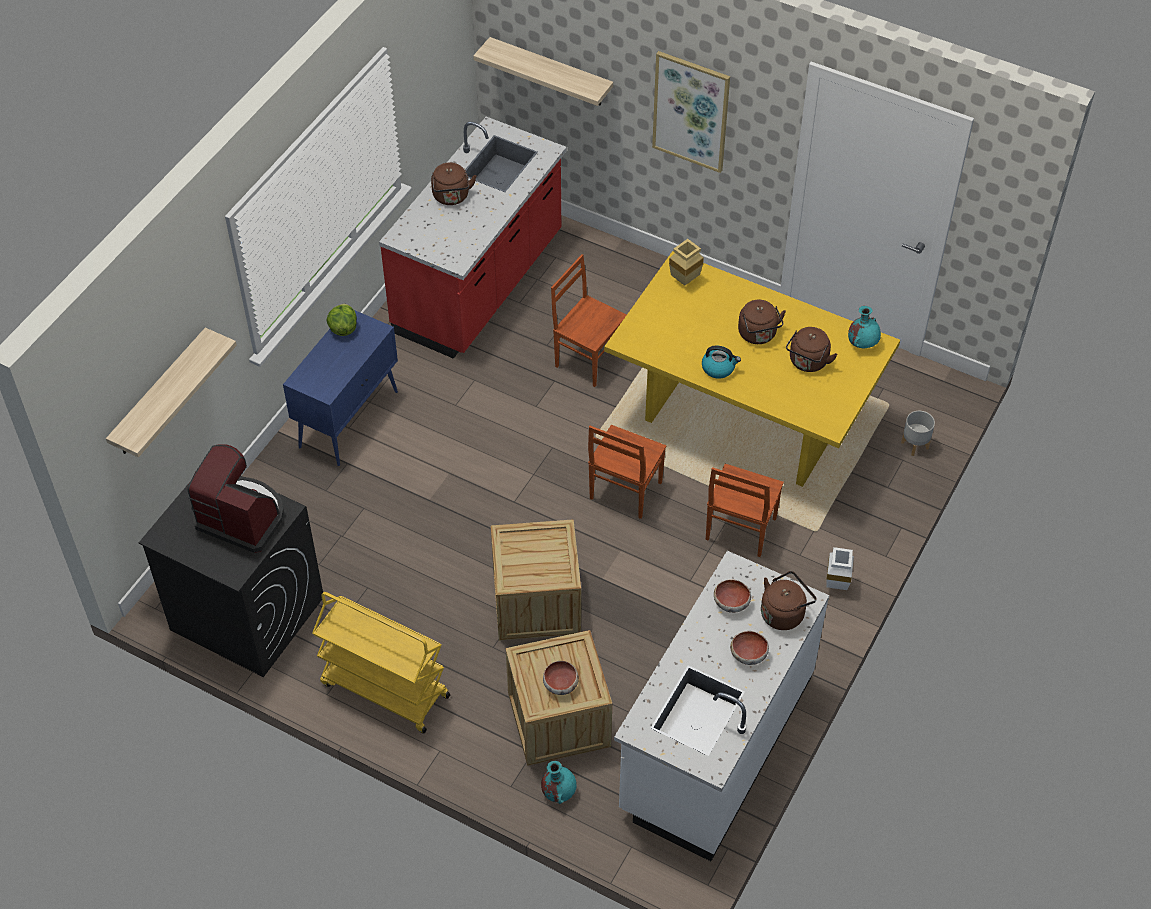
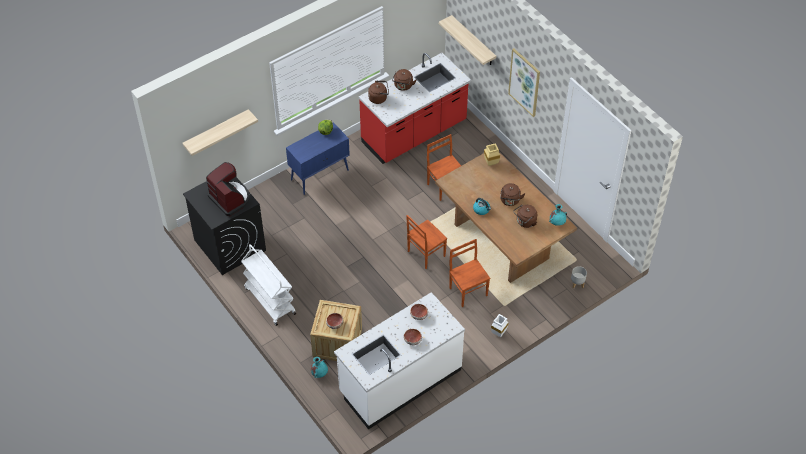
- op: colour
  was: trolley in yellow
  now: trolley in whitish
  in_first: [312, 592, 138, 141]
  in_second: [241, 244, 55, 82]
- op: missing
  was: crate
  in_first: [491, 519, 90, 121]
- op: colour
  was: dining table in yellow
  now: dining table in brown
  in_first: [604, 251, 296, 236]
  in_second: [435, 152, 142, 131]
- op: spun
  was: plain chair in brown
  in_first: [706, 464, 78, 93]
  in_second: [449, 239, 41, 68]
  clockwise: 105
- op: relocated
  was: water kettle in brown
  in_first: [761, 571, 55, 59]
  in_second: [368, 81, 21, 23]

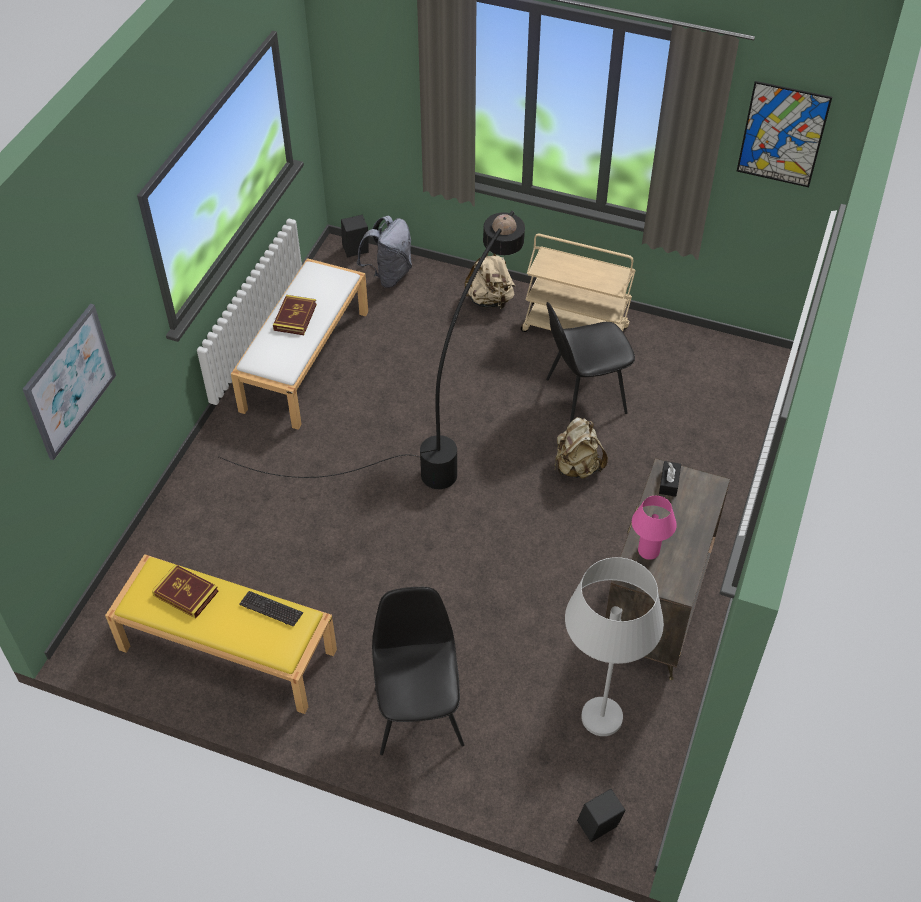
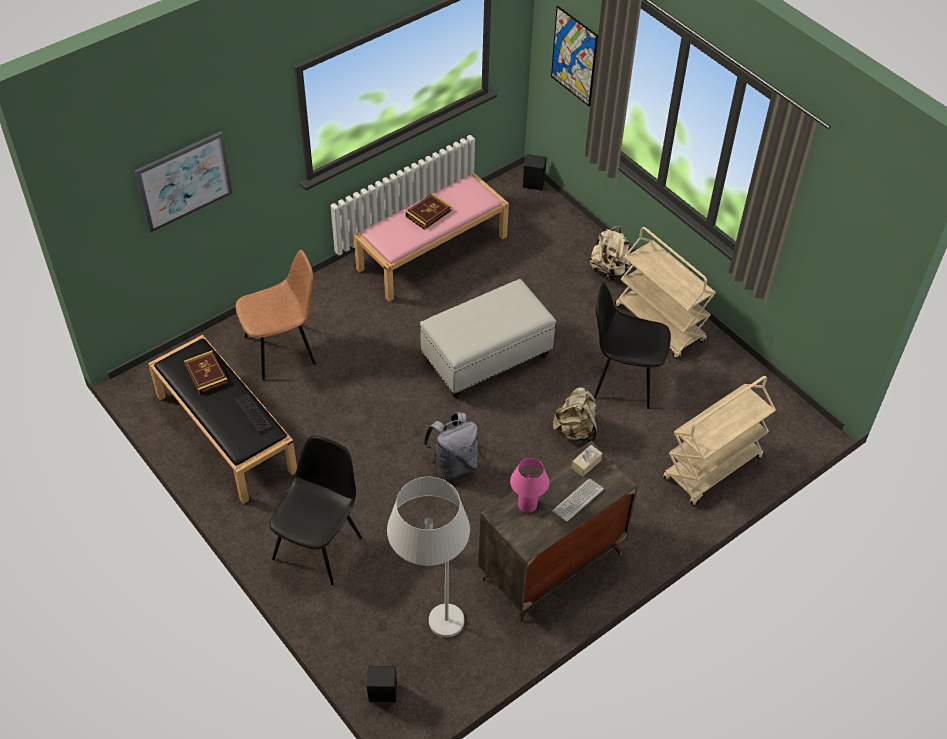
- op: colour
  was: indoor bench in yellow
  now: indoor bench in black-coloured
  in_first: [105, 554, 232, 160]
  in_second: [148, 335, 149, 169]
- op: exchanged
  was: standard lamp in black-coloured
  now: footrest in whitish
  in_first: [218, 211, 307, 278]
  in_second: [420, 279, 136, 119]
- op: colour
  was: indoor bench in whitish
  now: indoor bench in pink-coloured
  in_first: [231, 258, 137, 172]
  in_second: [354, 173, 155, 129]
- op: relocated
  was: backpack in grey
  in_first: [357, 216, 55, 72]
  in_second: [423, 412, 55, 68]
- op: colour
  was: box of tissues in black-coloured
  now: box of tissues in beige-coloured
  in_first: [659, 461, 22, 36]
  in_second: [572, 445, 30, 32]
- op: relocated
  was: picture
  in_first: [737, 81, 95, 106]
  in_second: [551, 6, 47, 101]
- op: appeared
  now: plain chair in brown
  in_second: [236, 250, 80, 130]
- op: appeared
  now: computer keyboard
  in_second: [552, 478, 52, 44]
- op: appeared
  now: trolley in beige-coloured
  in_second: [663, 376, 113, 130]

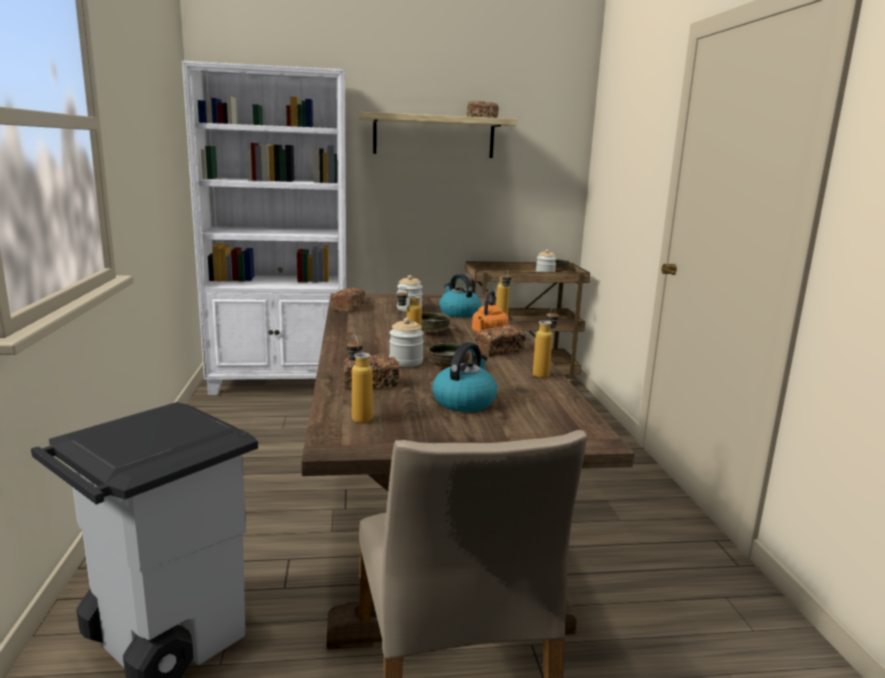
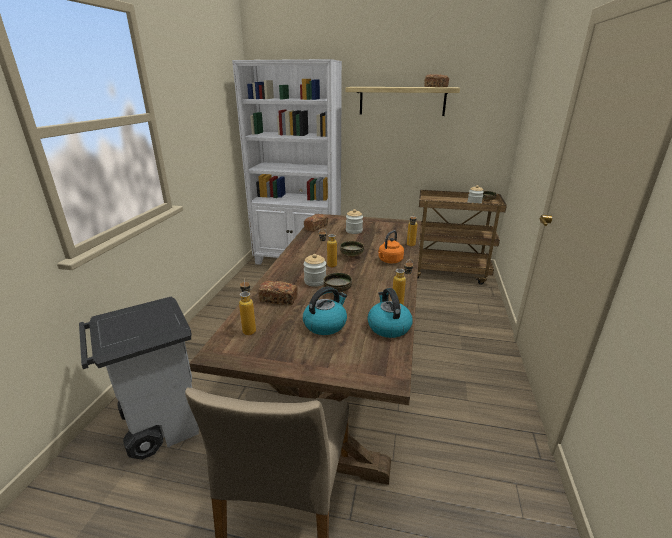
- op: relocated
  was: water kettle
  in_first: [439, 274, 42, 44]
  in_second: [367, 288, 46, 50]
- op: missing
  was: bread
  in_first: [475, 325, 51, 32]

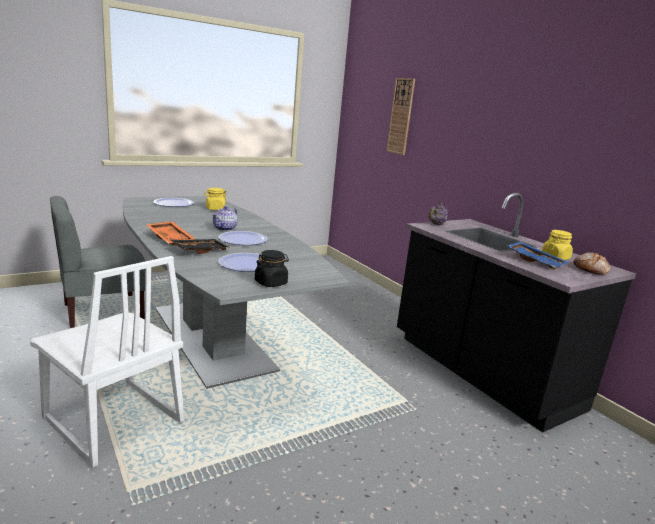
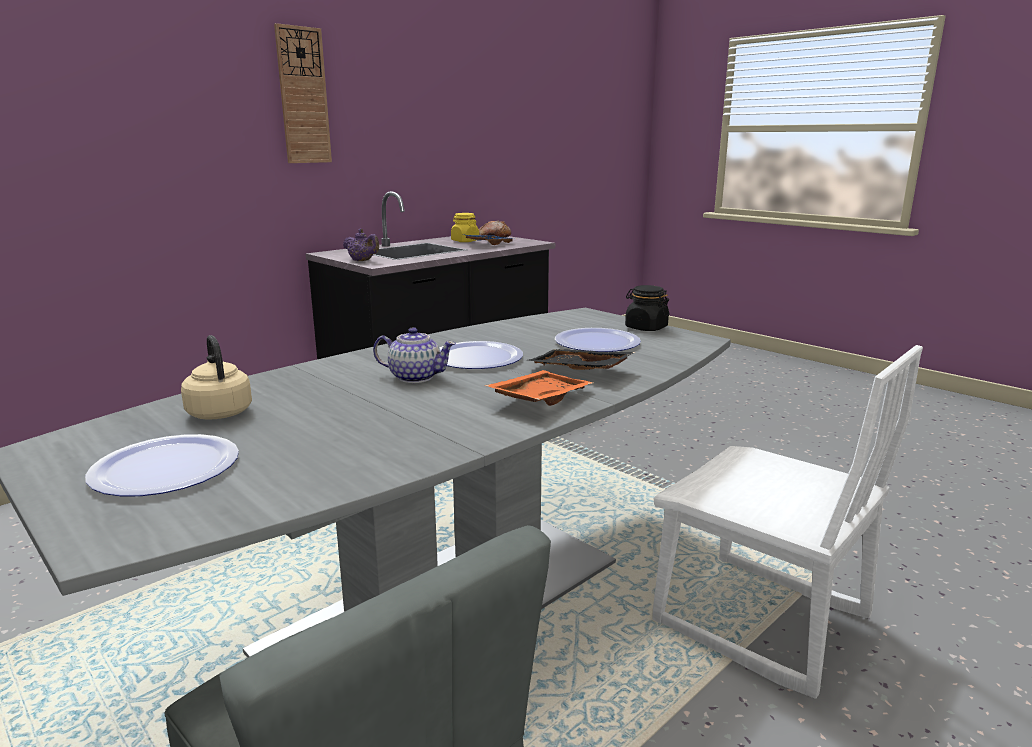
- op: spun
  was: plain chair in whitish
  in_first: [30, 256, 154, 212]
  in_second: [652, 345, 271, 354]
  clockwise: 105
- op: exchanged
  was: preserve jar in yellow
  now: water kettle in beige-coloured
  in_first: [204, 188, 23, 22]
  in_second: [181, 335, 71, 85]
- op: relocated
  was: hanging clock
  in_first: [387, 78, 28, 77]
  in_second: [274, 23, 58, 140]

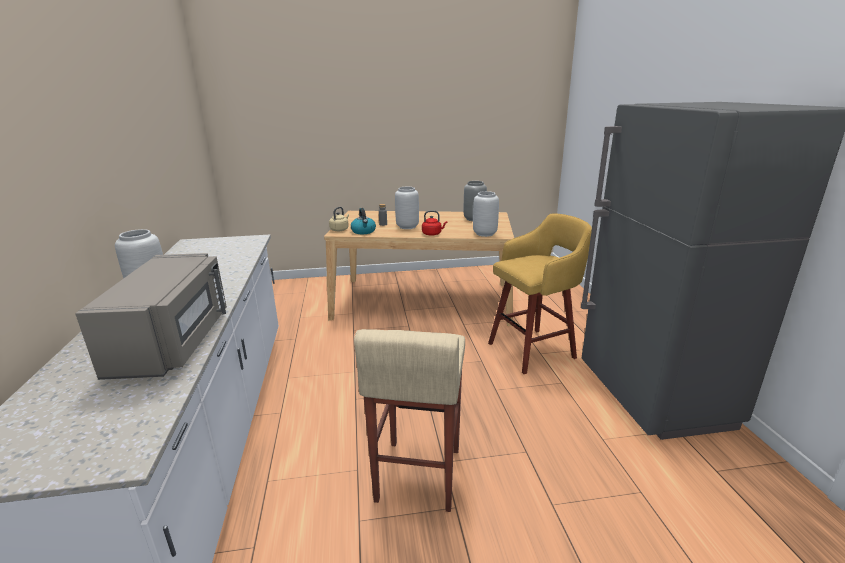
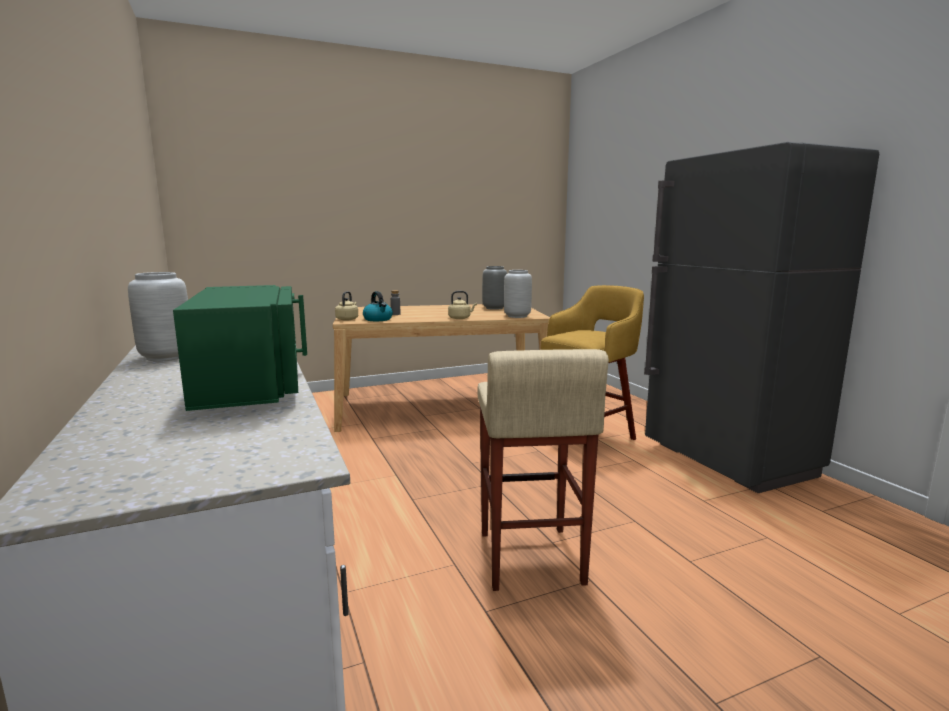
- op: colour
  was: kitchen microwave in grey
  now: kitchen microwave in green-coloured
  in_first: [75, 253, 152, 127]
  in_second: [173, 285, 134, 126]
- op: missing
  was: flower vase in grey
  in_first: [395, 187, 24, 42]
- op: colour
  was: water kettle in red
  now: water kettle in beige-coloured
  in_first: [422, 210, 25, 26]
  in_second: [448, 291, 29, 28]

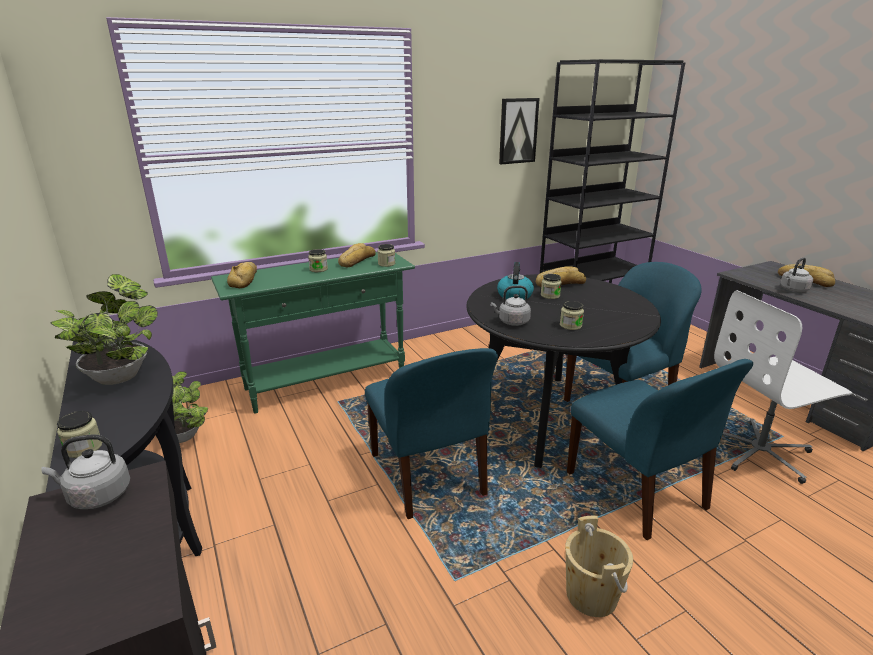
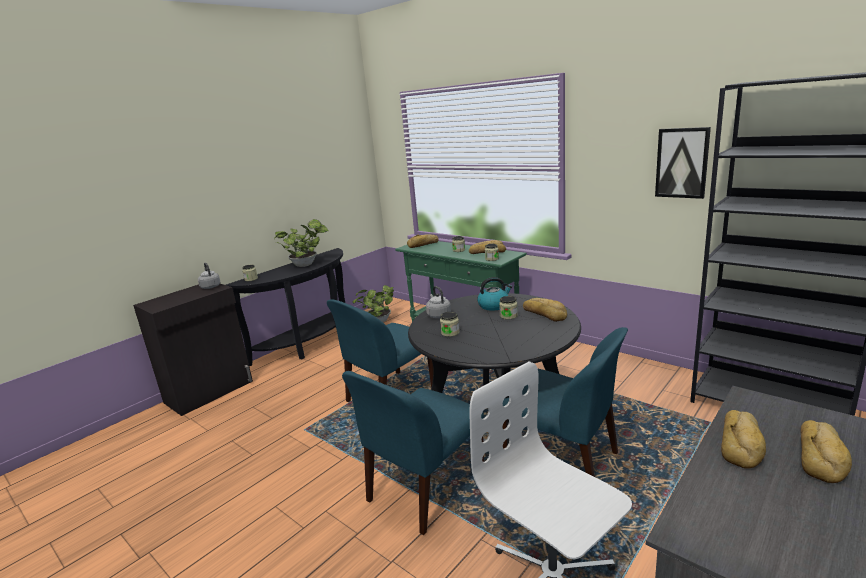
- op: missing
  was: bucket in beige-coloured
  in_first: [565, 516, 68, 101]
- op: exchanged
  was: water kettle in grey
  now: bread
  in_first: [781, 257, 32, 35]
  in_second: [721, 410, 45, 59]

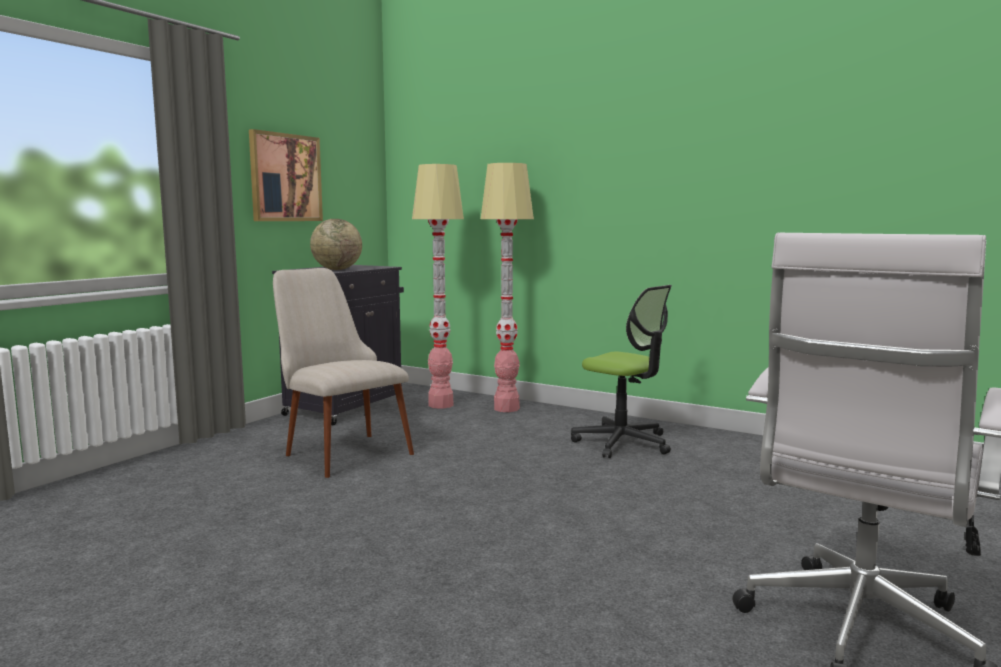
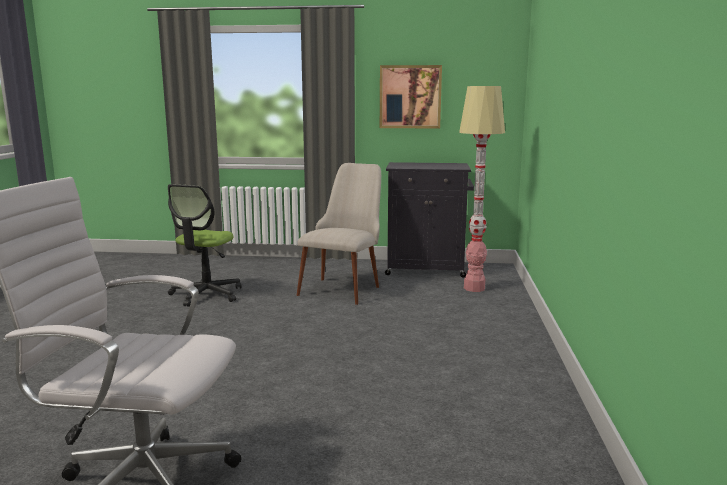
- op: missing
  was: globe
  in_first: [310, 219, 52, 51]
- op: missing
  was: standard lamp
  in_first: [481, 163, 53, 249]
- op: relocated
  was: office chair
  in_first: [571, 285, 101, 173]
  in_second: [168, 184, 73, 123]

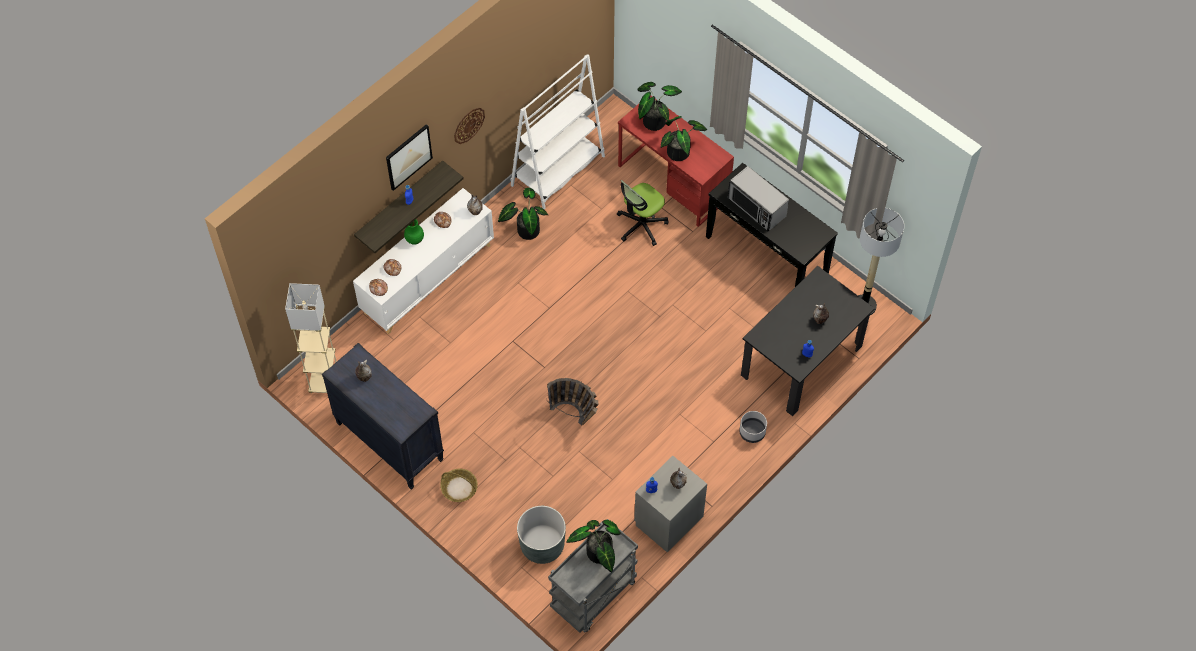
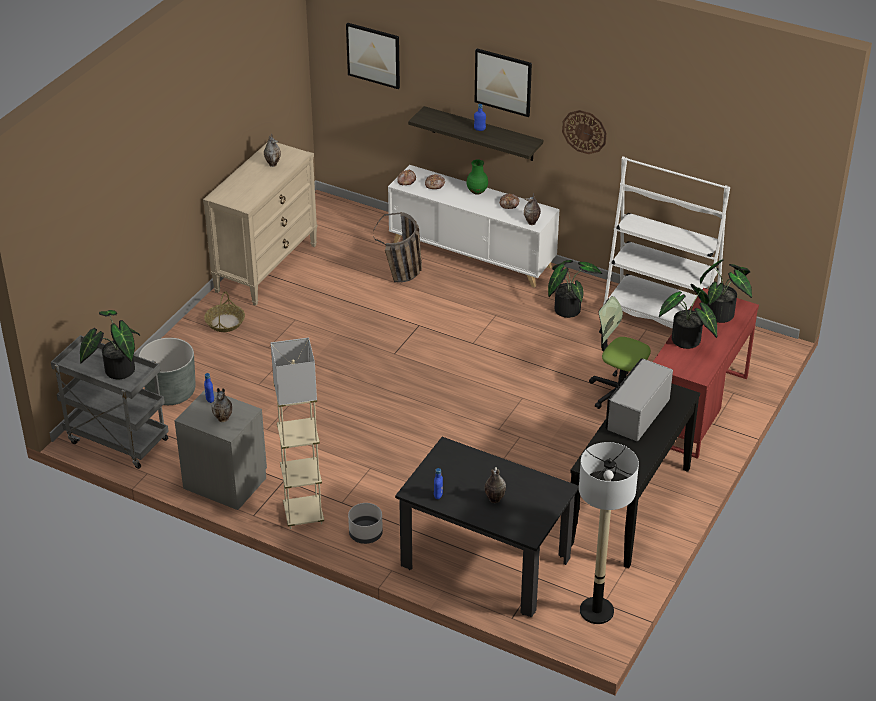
- op: relocated
  was: standard lamp in beige-coloured
  in_first: [285, 283, 52, 110]
  in_second: [271, 338, 53, 191]
- op: colour
  was: drawer chest in black-coloured
  now: drawer chest in beige-coloured
  in_first: [322, 343, 122, 147]
  in_second: [203, 143, 115, 163]
- op: relocated
  was: storage basket
  in_first: [547, 378, 52, 47]
  in_second: [373, 212, 49, 70]
- op: appeared
  now: picture
  in_second: [346, 23, 54, 66]

